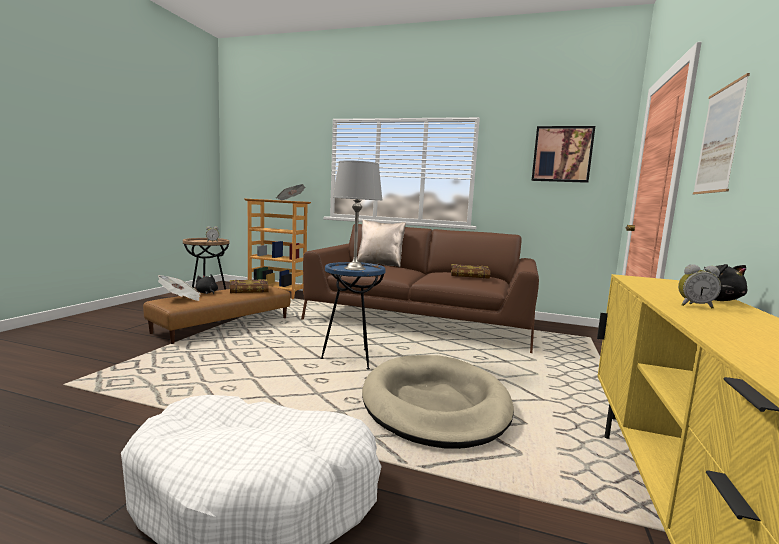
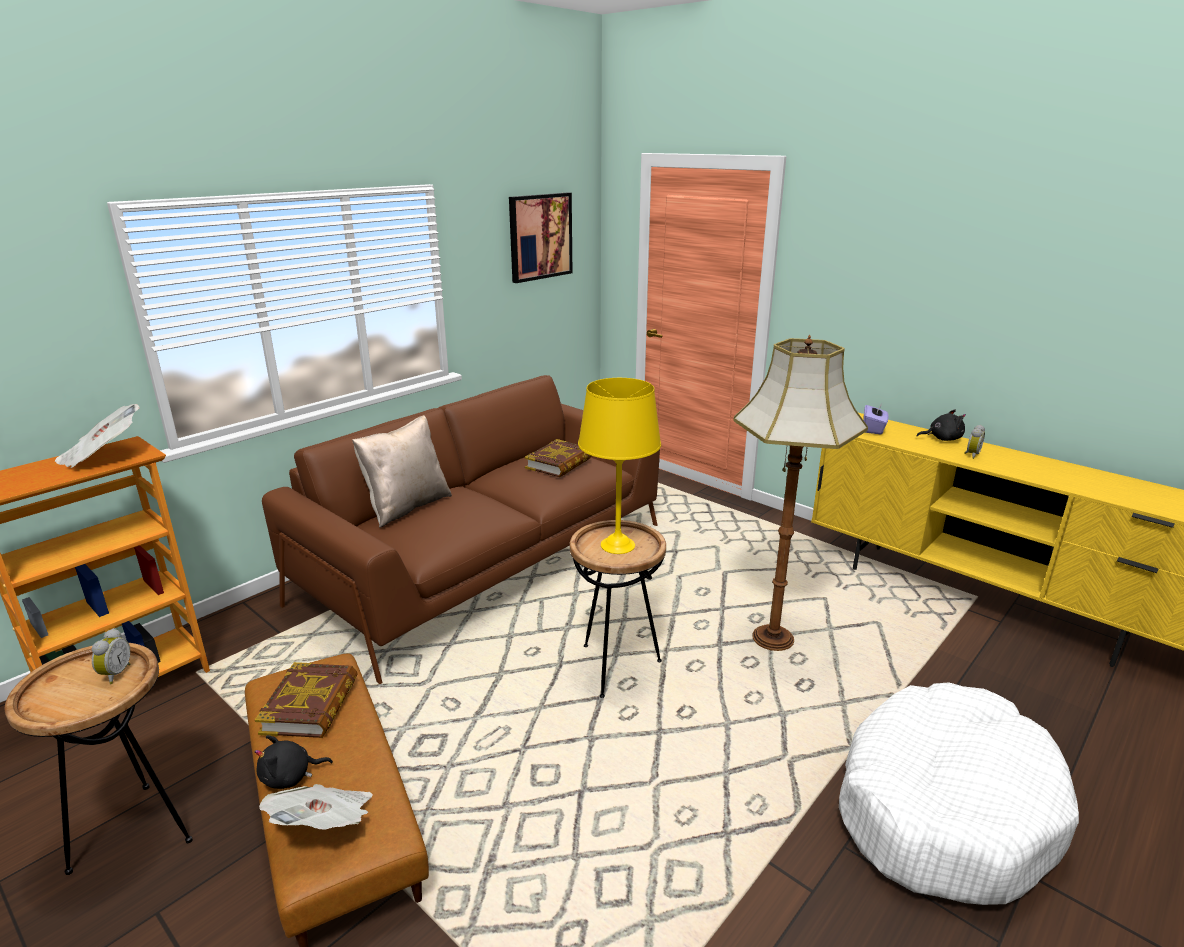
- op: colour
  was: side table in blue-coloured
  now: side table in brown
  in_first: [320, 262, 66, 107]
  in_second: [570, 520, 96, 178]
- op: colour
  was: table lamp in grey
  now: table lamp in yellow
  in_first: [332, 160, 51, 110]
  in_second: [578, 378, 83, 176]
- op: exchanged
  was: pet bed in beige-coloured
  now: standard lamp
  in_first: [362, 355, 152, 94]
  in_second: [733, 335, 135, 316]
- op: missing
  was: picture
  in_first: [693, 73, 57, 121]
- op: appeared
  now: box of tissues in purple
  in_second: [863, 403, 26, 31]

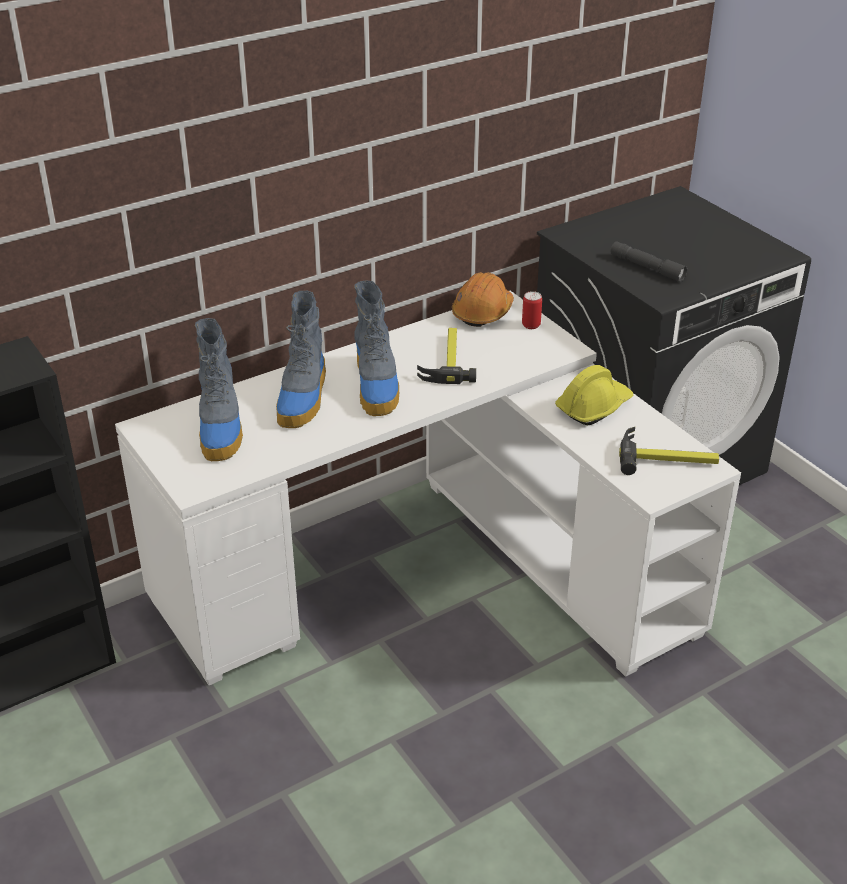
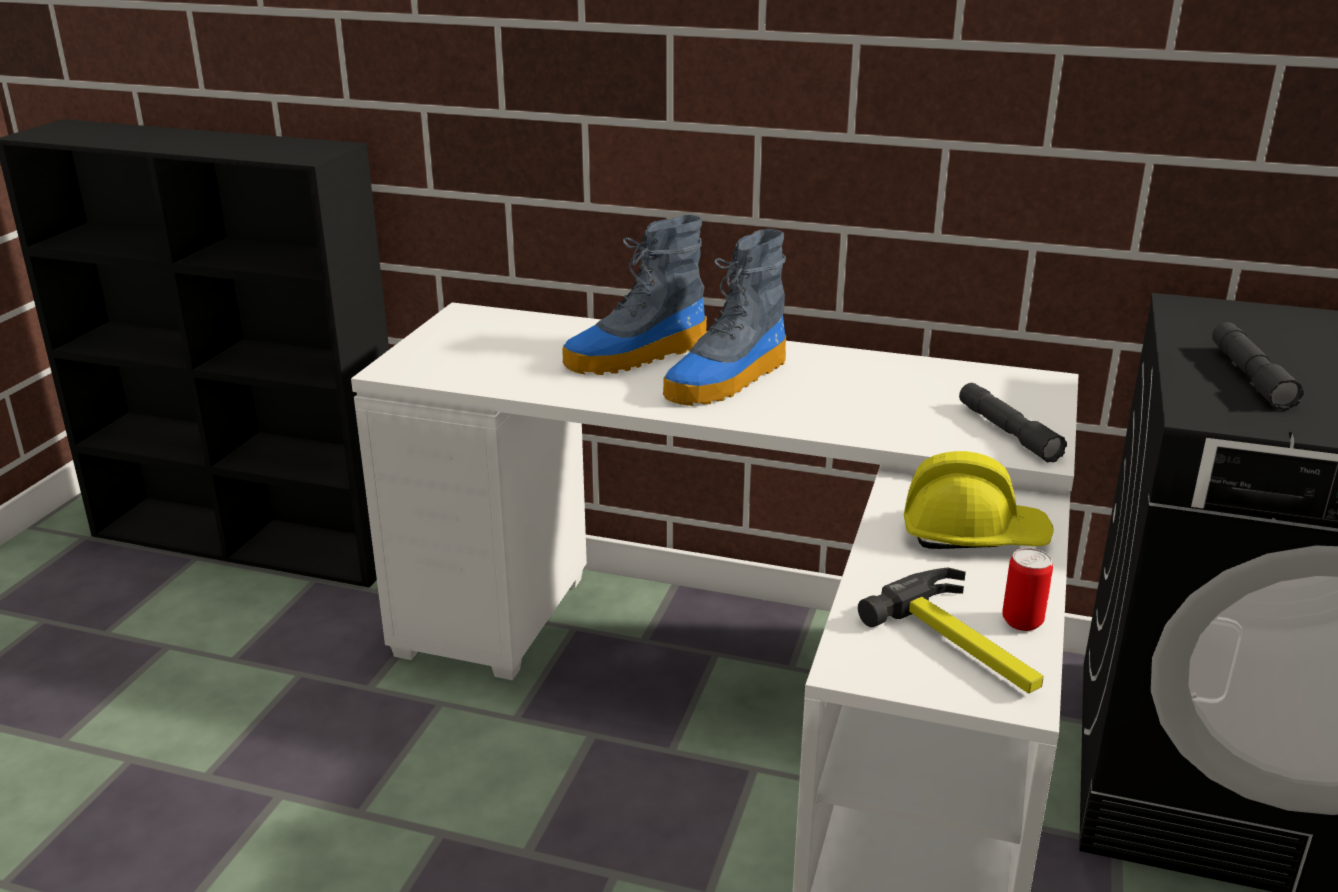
- op: missing
  was: tall boot
  in_first: [195, 318, 48, 143]
- op: missing
  was: hammer
  in_first: [417, 328, 59, 56]
- op: missing
  was: safety helmet in orange
  in_first: [452, 272, 62, 55]
- op: relocated
  was: sealed can
  in_first: [522, 291, 20, 38]
  in_second: [1002, 548, 51, 83]
- op: appeared
  now: hand torch in grey
  in_second: [959, 383, 108, 79]

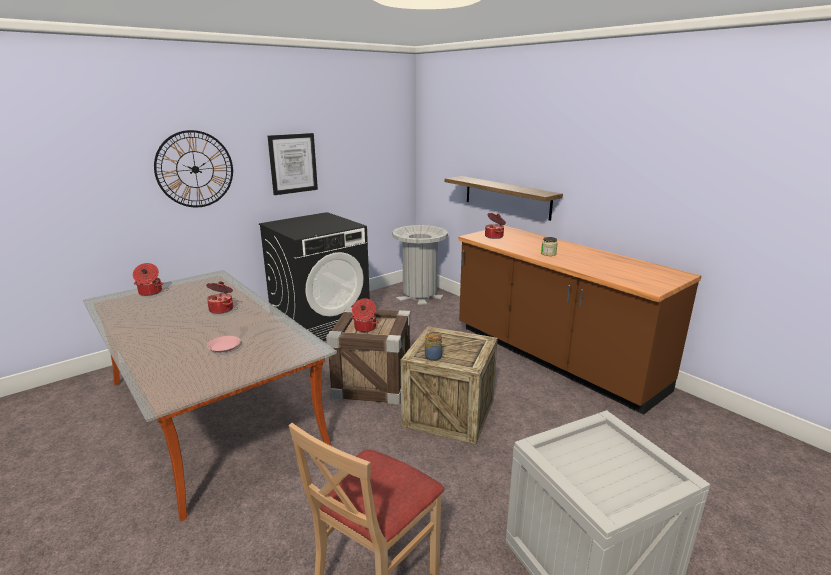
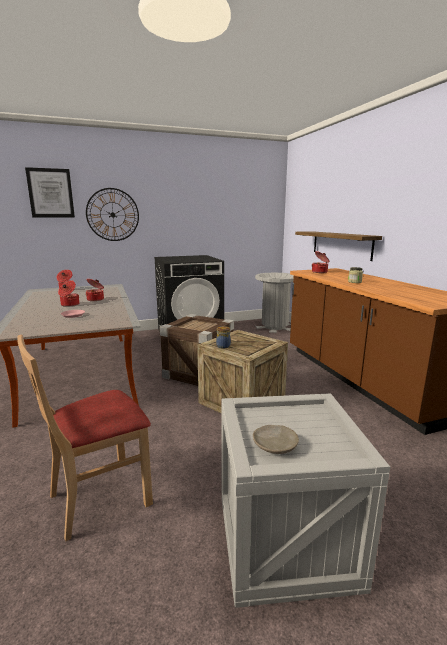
- op: relocated
  was: picture
  in_first: [268, 133, 50, 62]
  in_second: [25, 167, 50, 50]
- op: relocated
  was: cooking pot
  in_first: [351, 299, 28, 33]
  in_second: [58, 281, 21, 26]
- op: appeared
  now: plate in beige-coloured
  in_second: [253, 425, 46, 29]

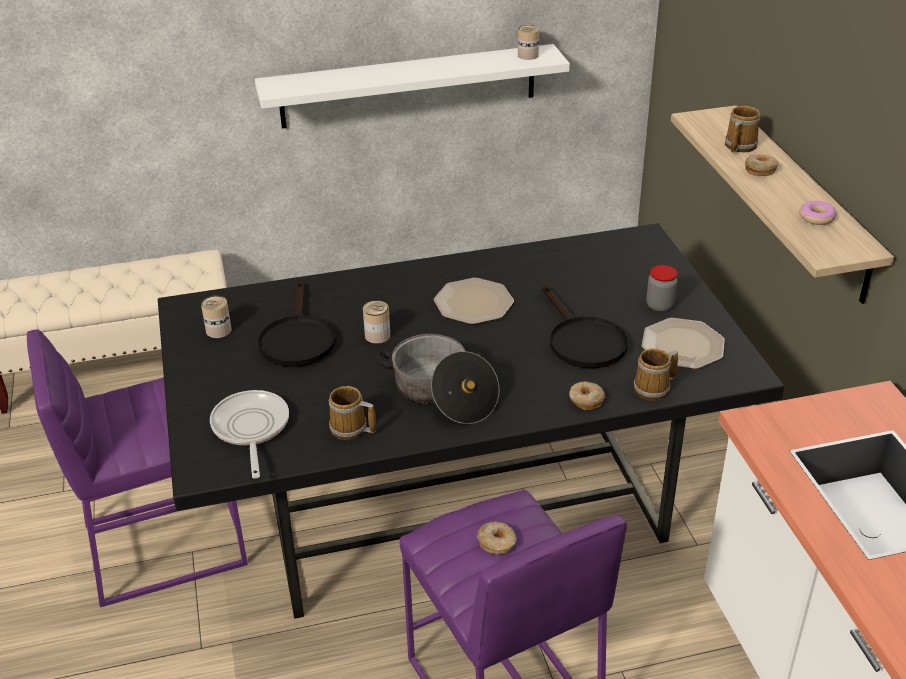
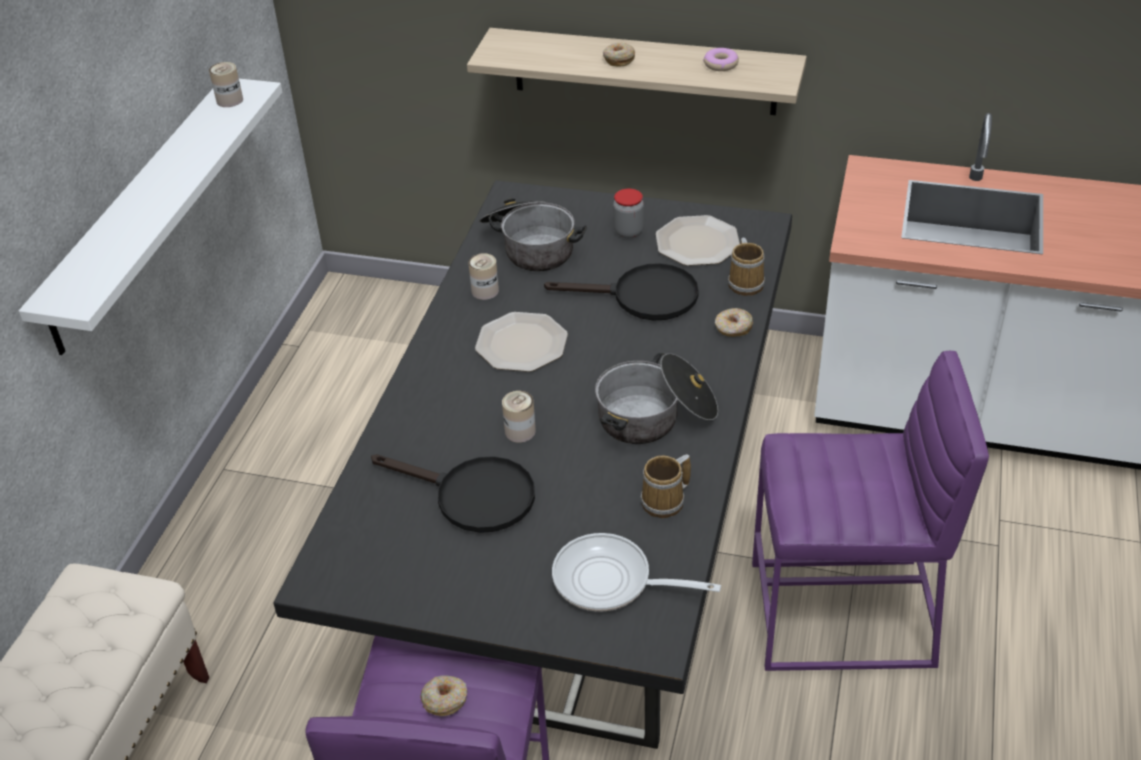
- op: relocated
  was: sealed can
  in_first: [201, 296, 31, 42]
  in_second: [468, 253, 31, 47]
- op: relocated
  was: donut
  in_first: [477, 521, 40, 34]
  in_second: [420, 675, 48, 41]
- op: missing
  was: mug
  in_first: [725, 106, 35, 46]
- op: appeared
  now: cooking pot
  in_second: [479, 198, 109, 73]

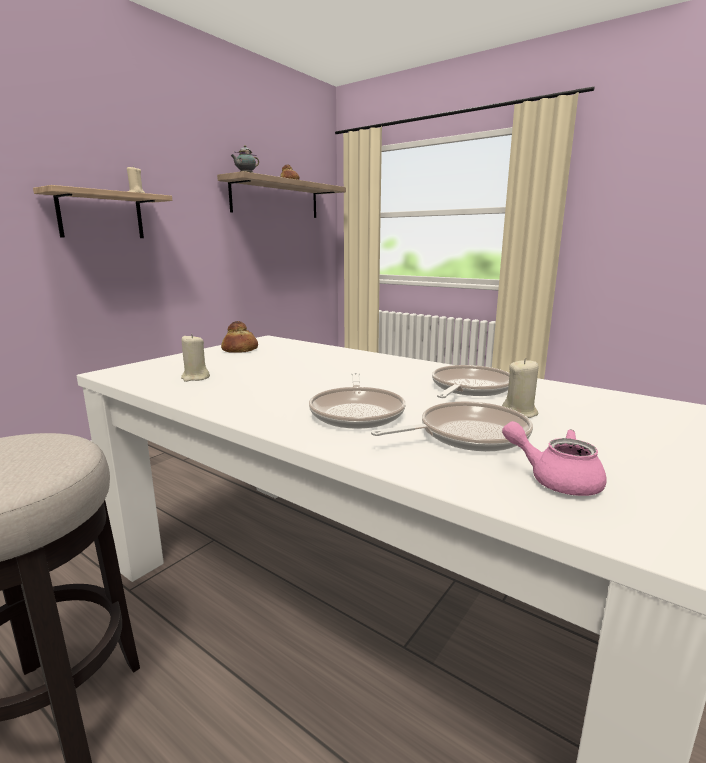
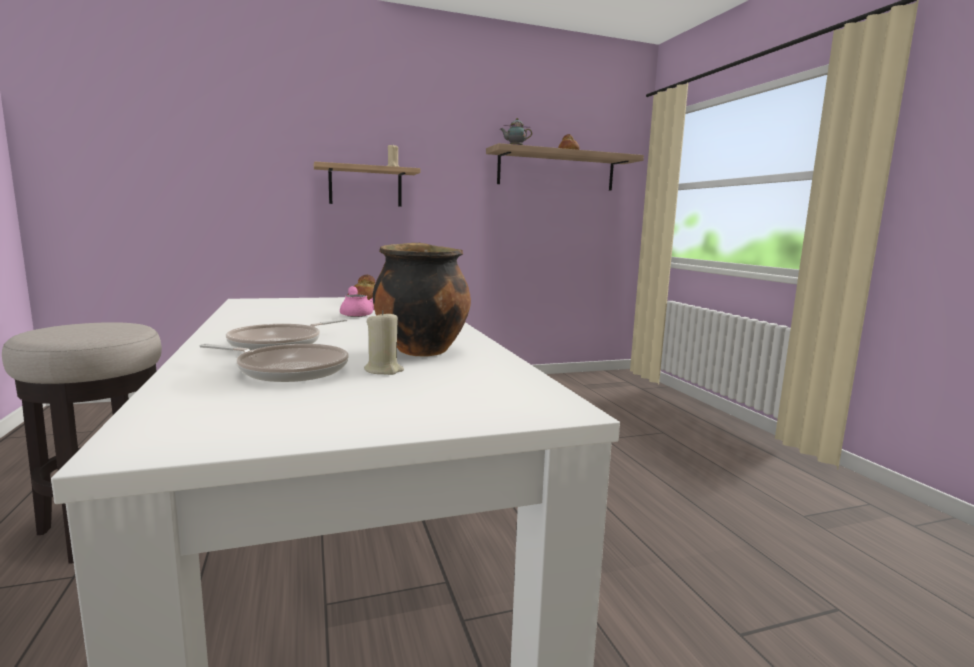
- op: missing
  was: wax candle in beige-coloured
  in_first: [181, 334, 29, 48]
- op: exchanged
  was: skillet
  now: cooking pot
  in_first: [432, 365, 78, 33]
  in_second: [373, 243, 98, 114]
- op: relocated
  was: teapot in pink-coloured
  in_first: [502, 421, 105, 75]
  in_second: [340, 286, 34, 31]

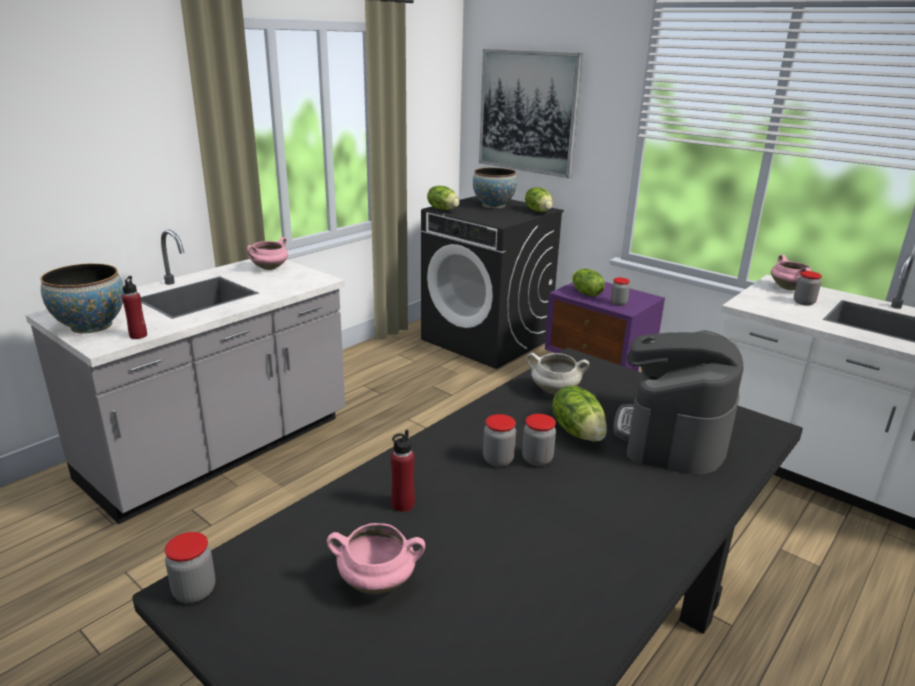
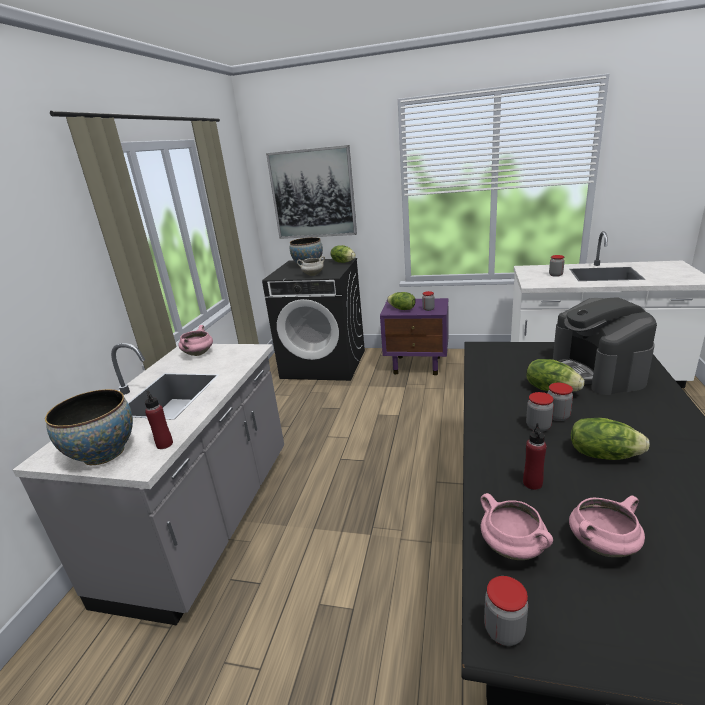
- op: relocated
  was: lettuce
  in_first: [427, 186, 32, 24]
  in_second: [571, 418, 79, 42]
- op: relocated
  was: cooking pot in whitish
  in_first: [526, 353, 63, 42]
  in_second: [297, 256, 28, 20]
- op: relocated
  was: cooking pot in pink-coloured
  in_first: [771, 255, 40, 35]
  in_second: [480, 493, 73, 67]

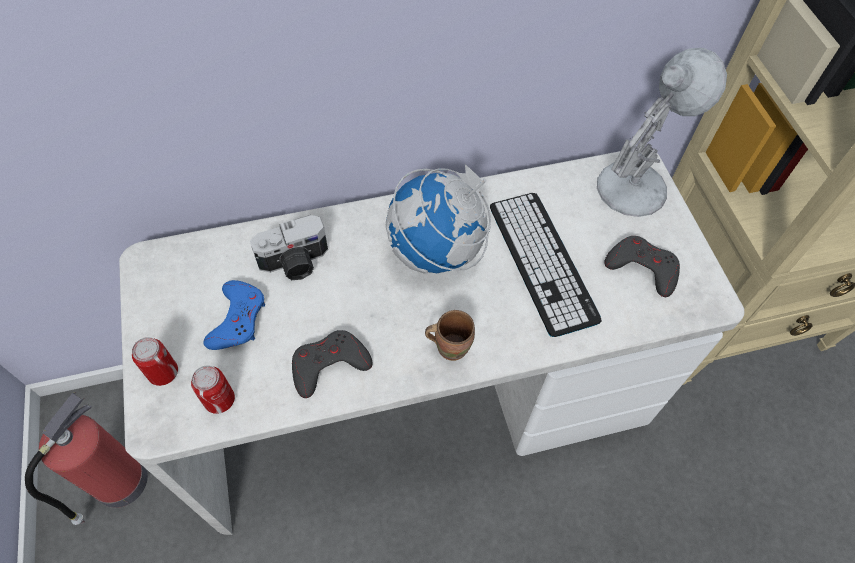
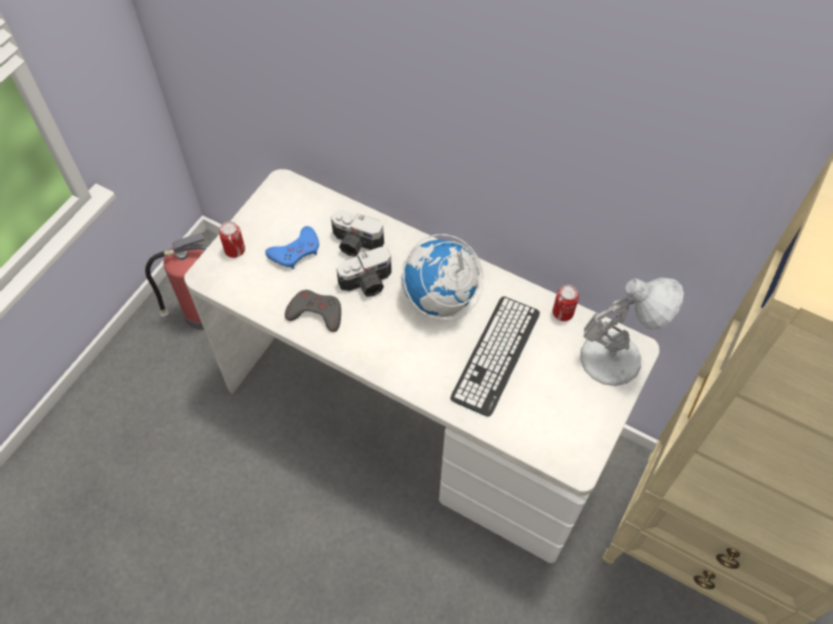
- op: relocated
  was: sealed can
  in_first: [191, 365, 44, 49]
  in_second: [552, 285, 27, 36]
- op: missing
  was: mug in brown
  in_first: [425, 310, 50, 51]
- op: missing
  was: joypad in grey
  in_first: [604, 236, 76, 61]
- op: appeared
  now: still camera
  in_second: [336, 247, 55, 50]

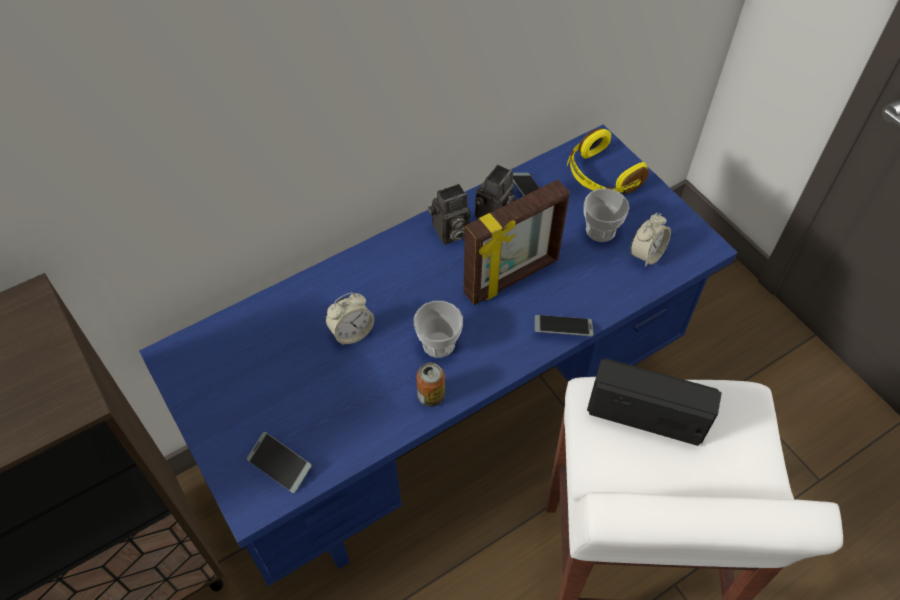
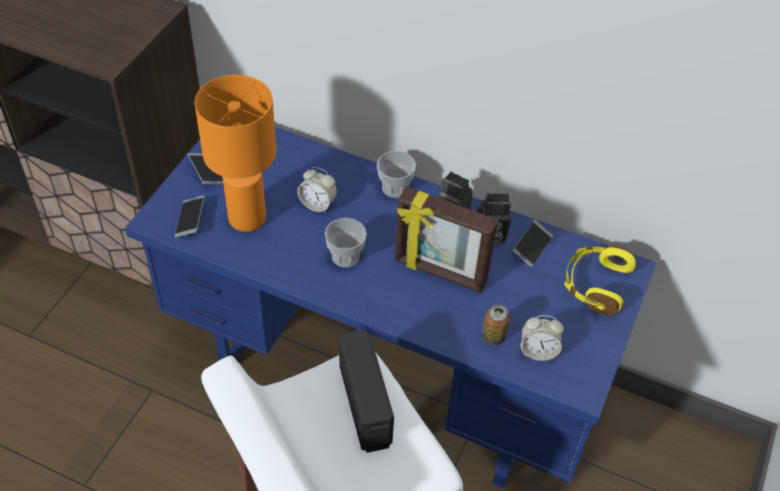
- op: relocated
  was: sealed can
  in_first: [416, 362, 29, 45]
  in_second: [482, 305, 28, 40]
- op: relocated
  was: phone
  in_first: [535, 315, 58, 21]
  in_second: [187, 153, 36, 31]
- op: relocated
  was: drinking cup
  in_first: [584, 188, 45, 54]
  in_second: [377, 151, 39, 47]
- op: appeared
  now: table lamp in orange
  in_second: [195, 75, 81, 157]

